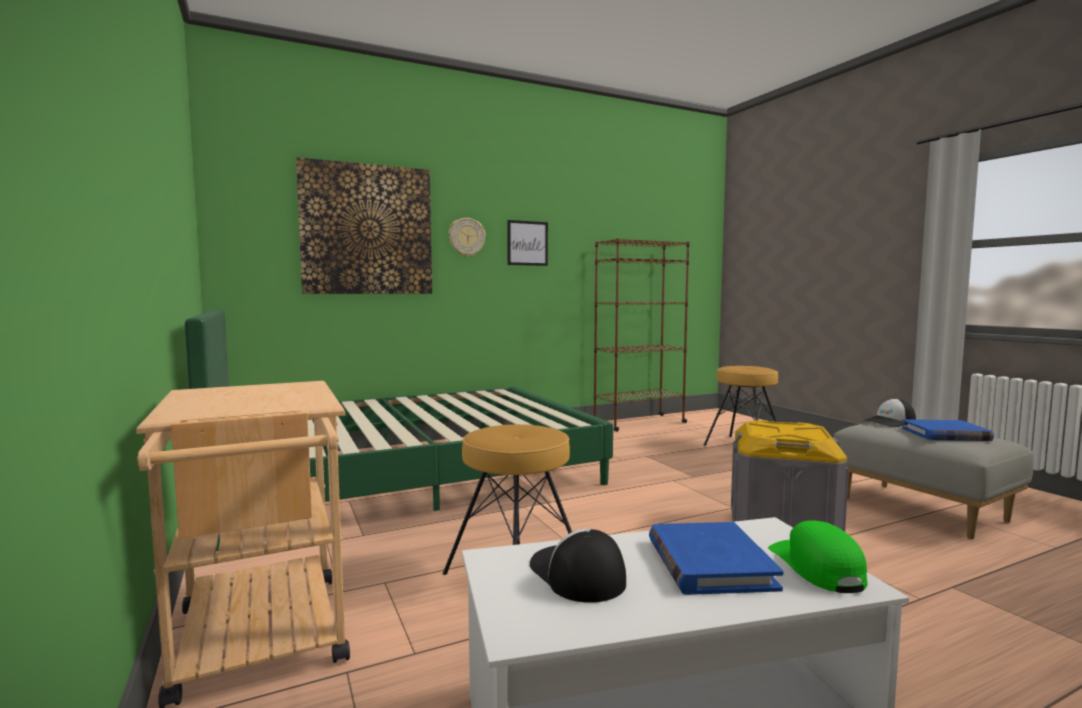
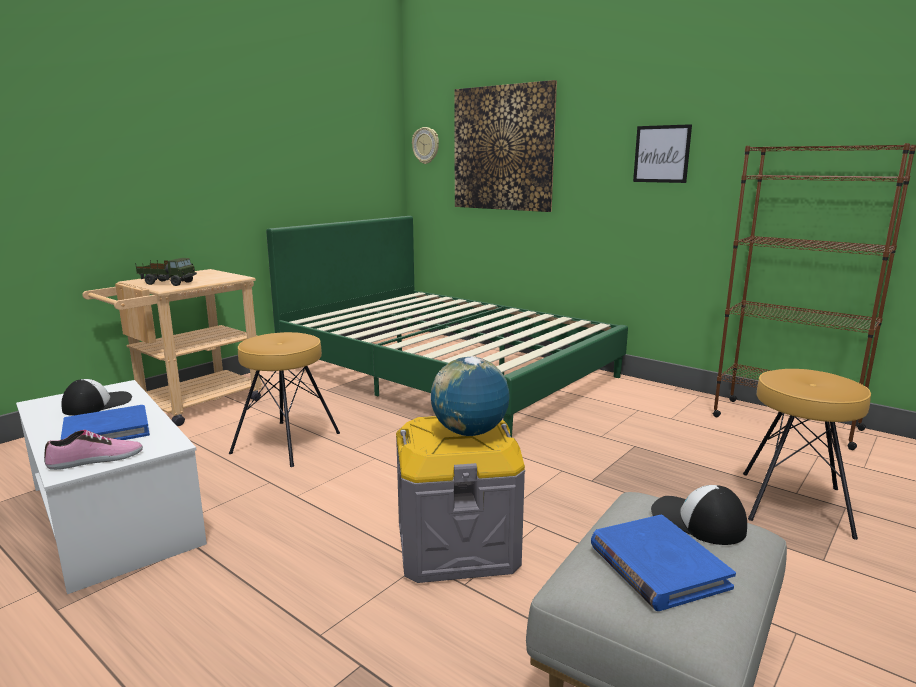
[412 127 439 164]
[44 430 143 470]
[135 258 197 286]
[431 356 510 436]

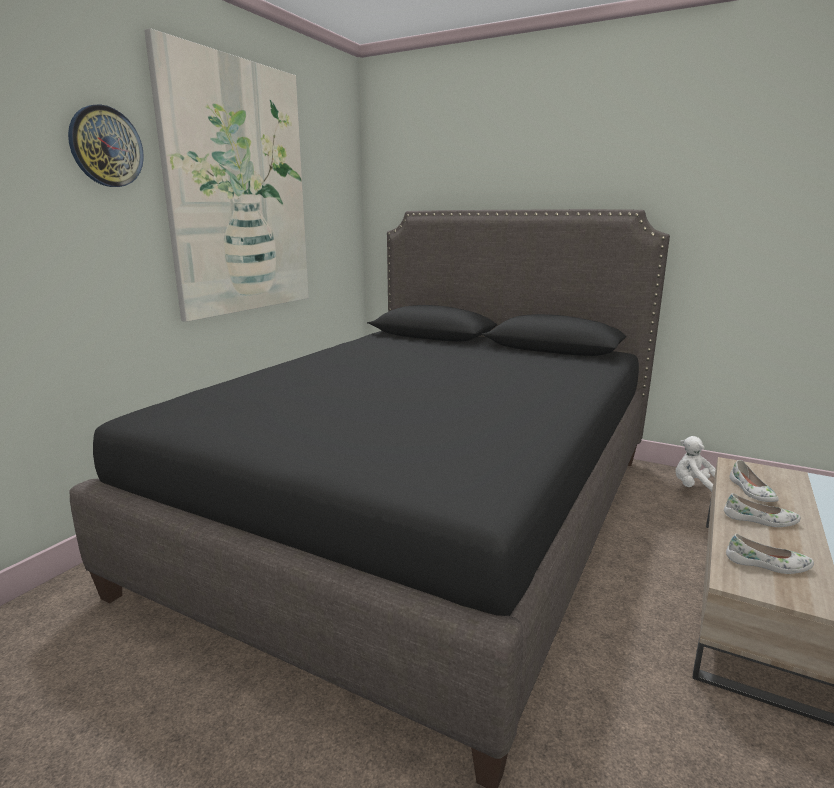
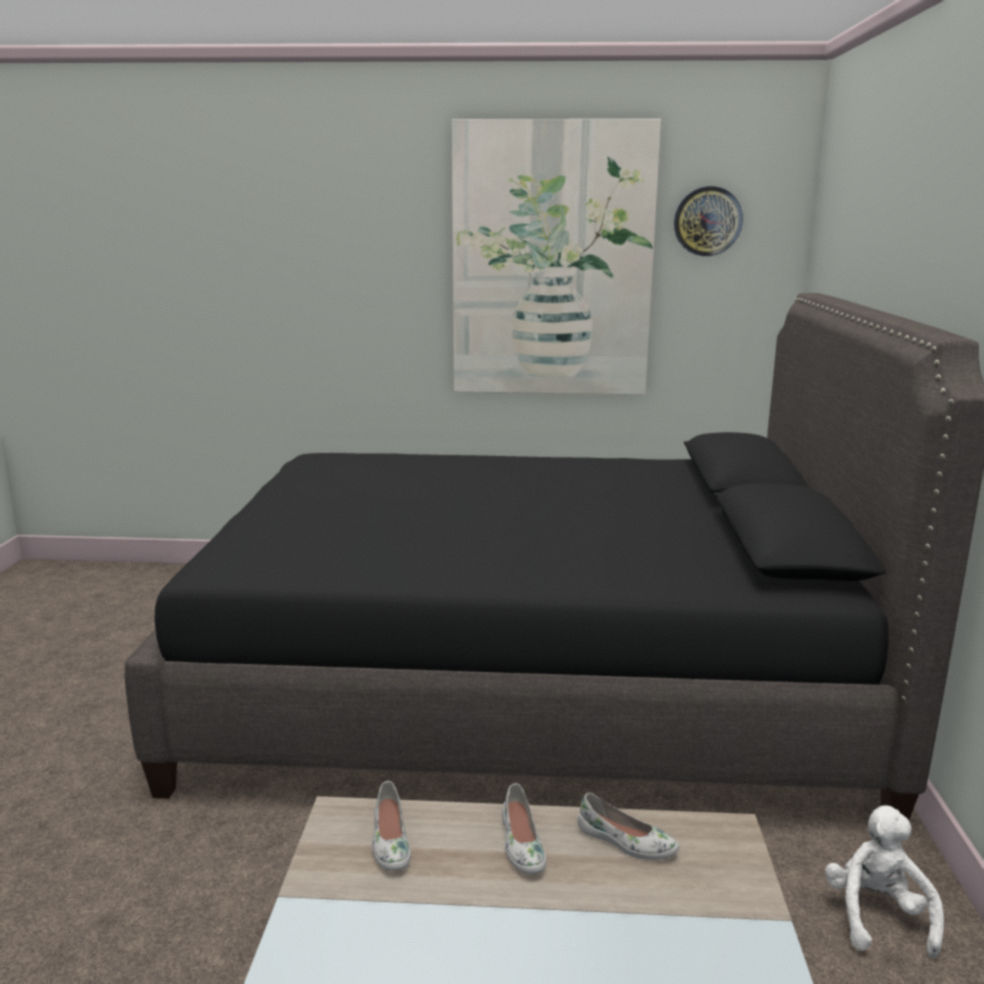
[674 186 743 256]
[577 793 679 860]

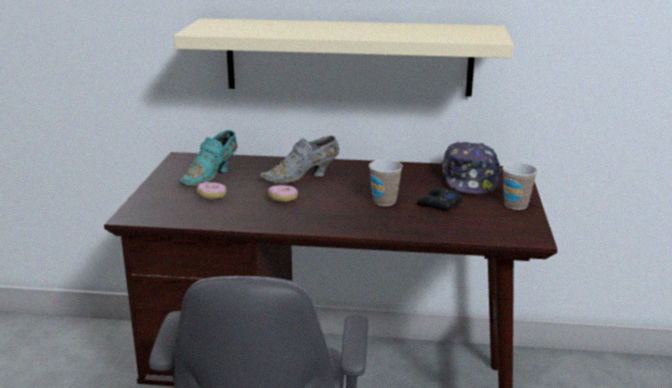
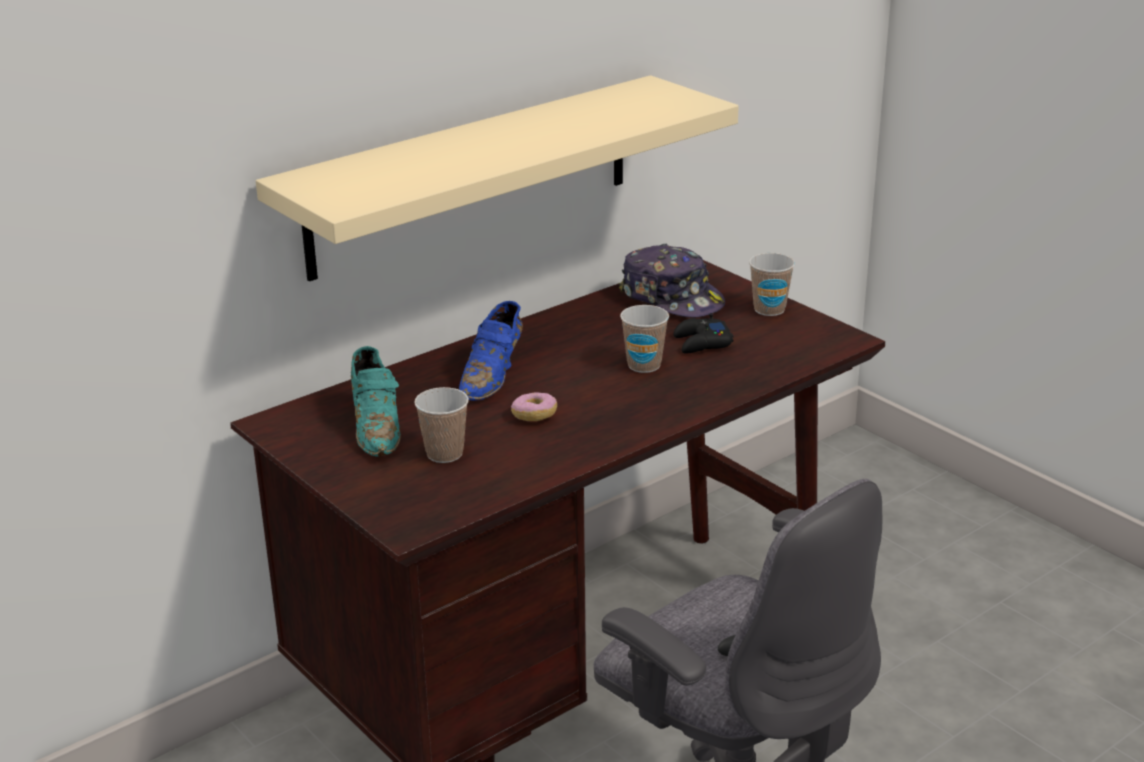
[459 301 523 401]
[414 387 469 463]

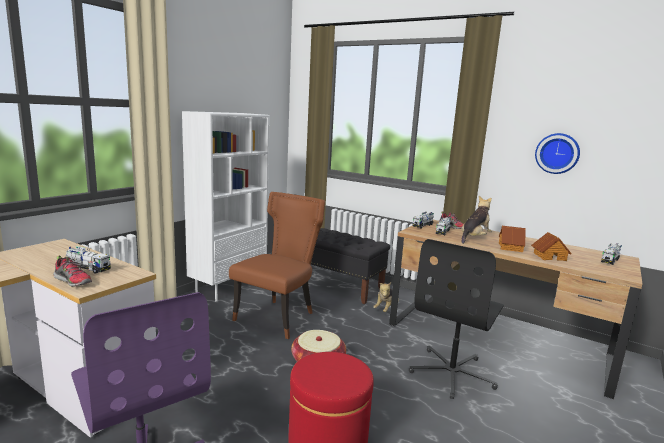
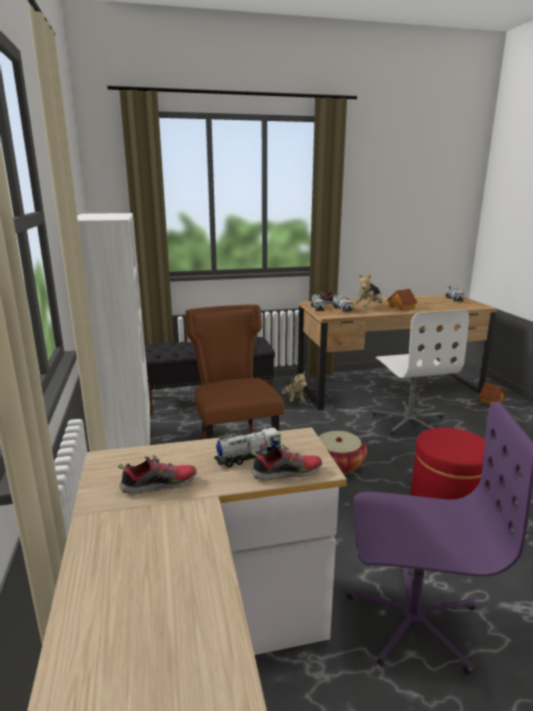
[535 133 580 174] (first image)
[354 274 383 307]
[479 382 505 405]
[372 310 469 435]
[118 455 197 495]

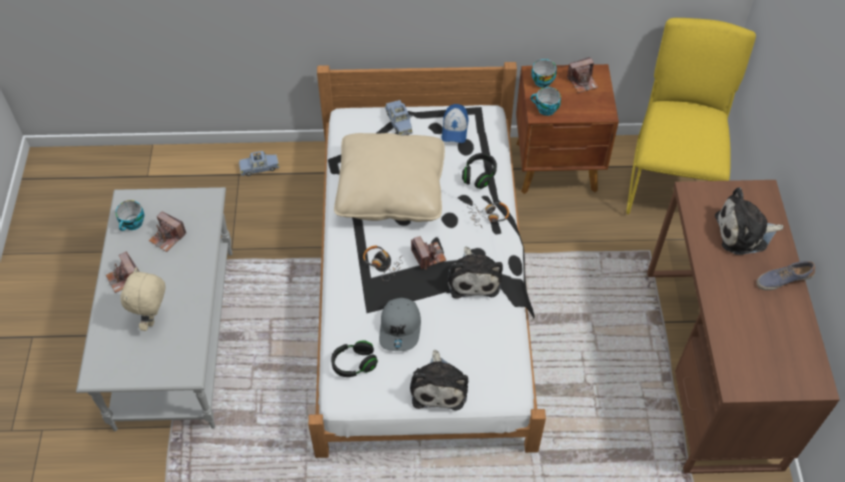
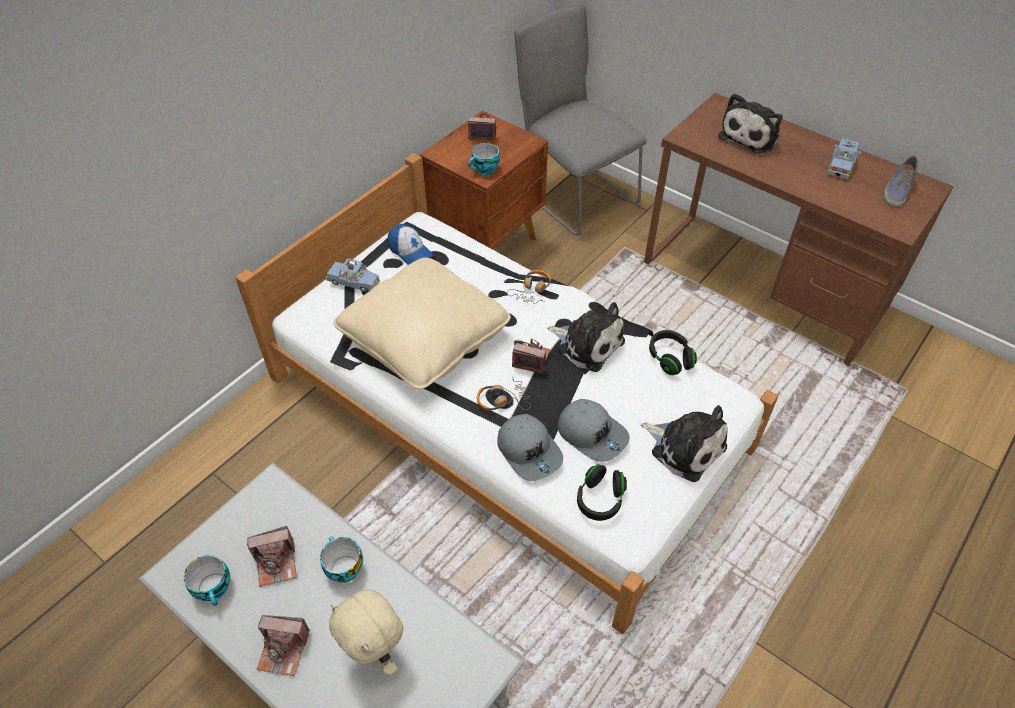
[515 4 647 236]
[468 113 497 141]
[320 536 363 583]
[827 139 862 179]
[649 330 697 375]
[884 155 918 207]
[497 414 563 481]

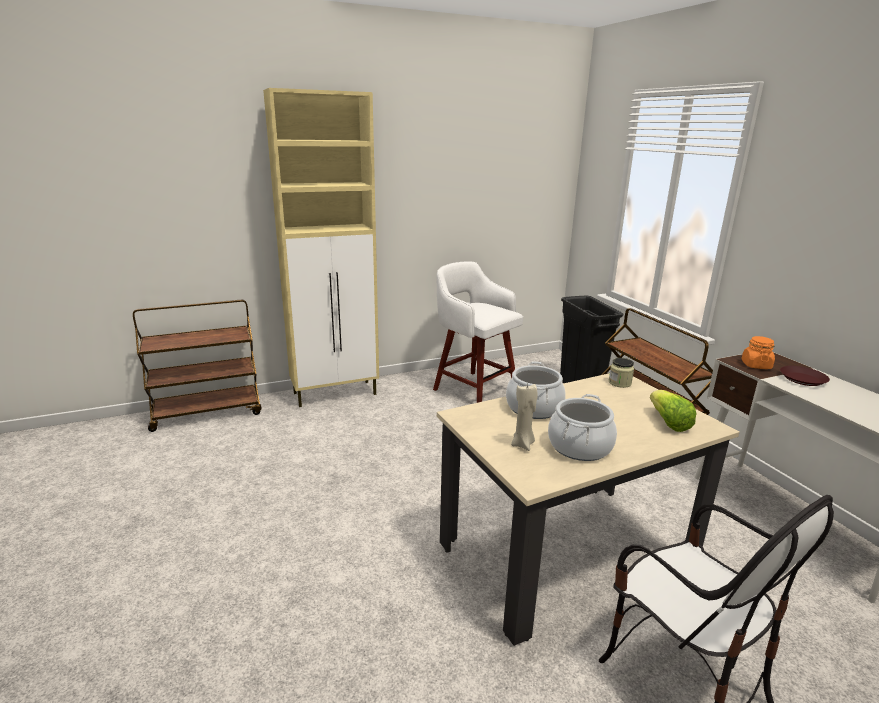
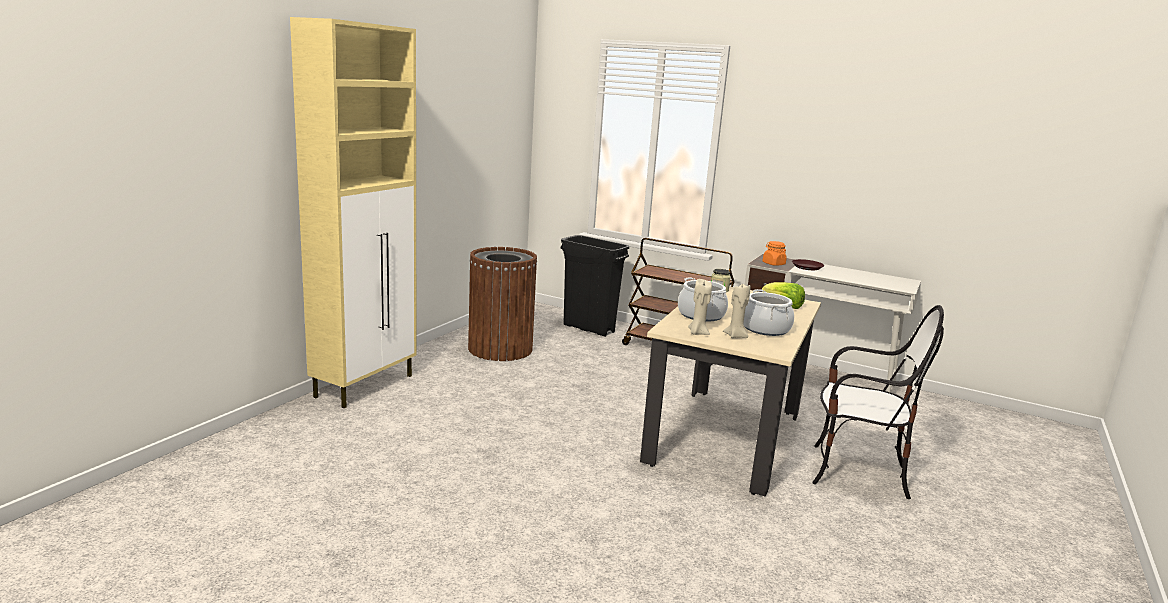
[468 247 537 361]
[133 300 261 432] (first image)
[688 279 712 335]

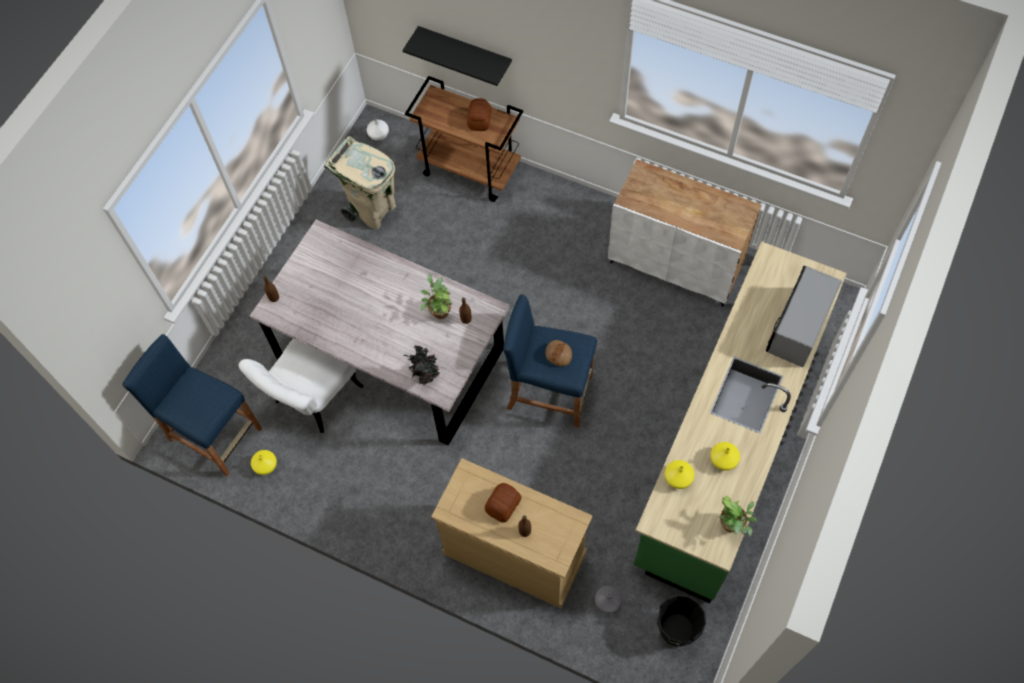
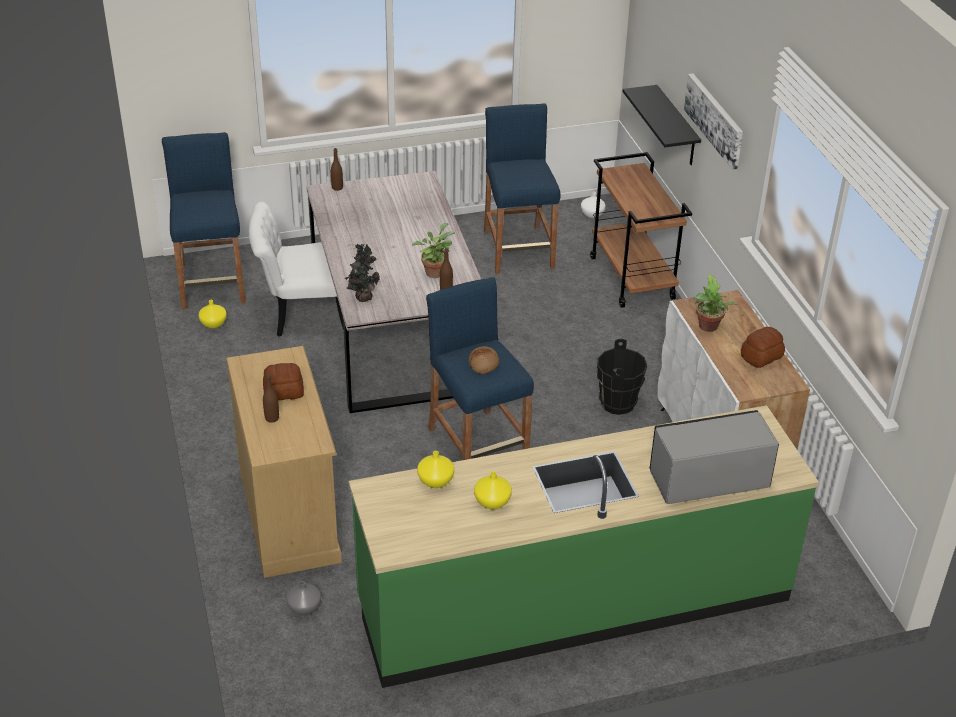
[741 327 785 368]
[484 103 561 274]
[694 274 737 332]
[597 339 648 415]
[684 74 743 170]

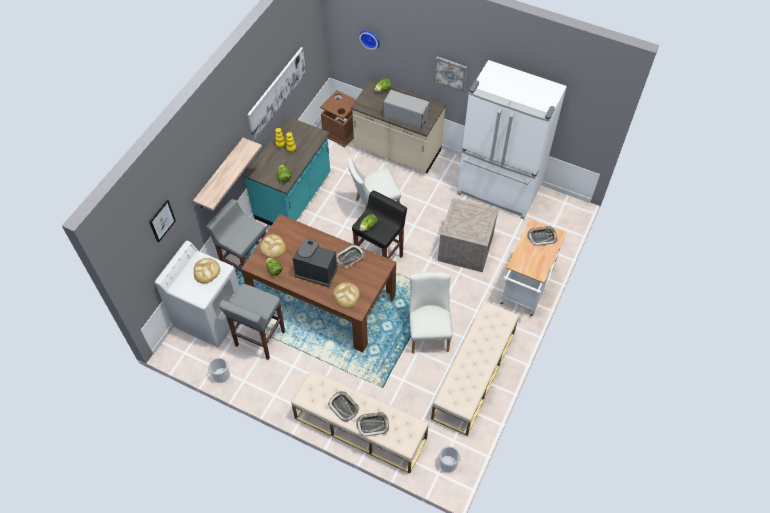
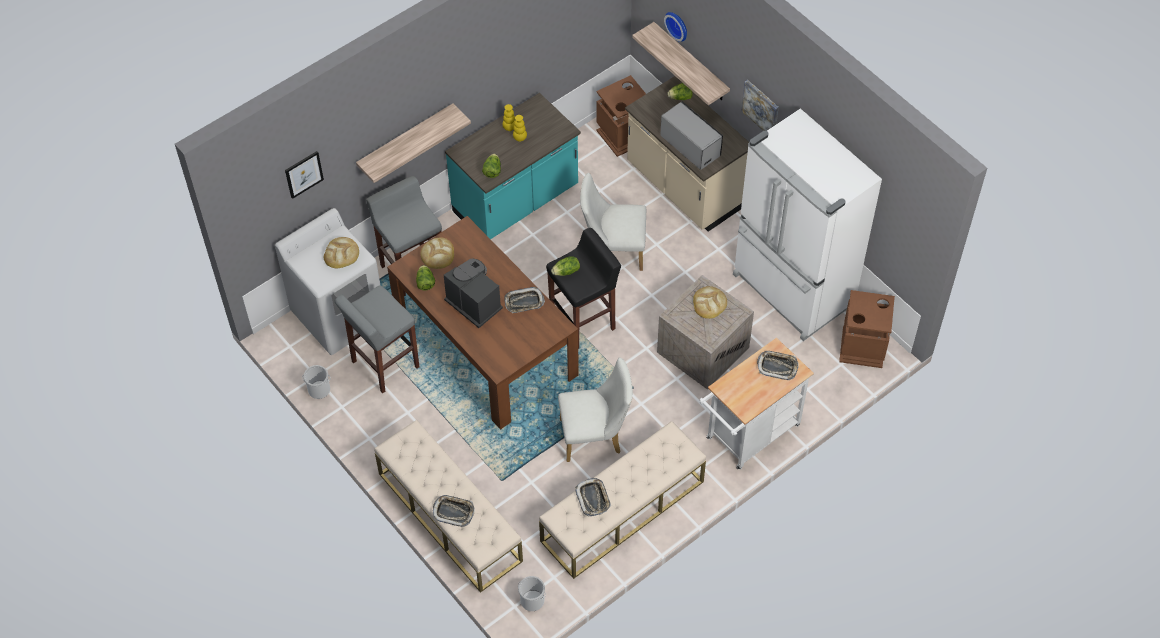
[247 47 306 140] (first image)
[558 357 633 462]
[693 286 727 319]
[575 478 611 516]
[632 22 730 105]
[839 290 895 368]

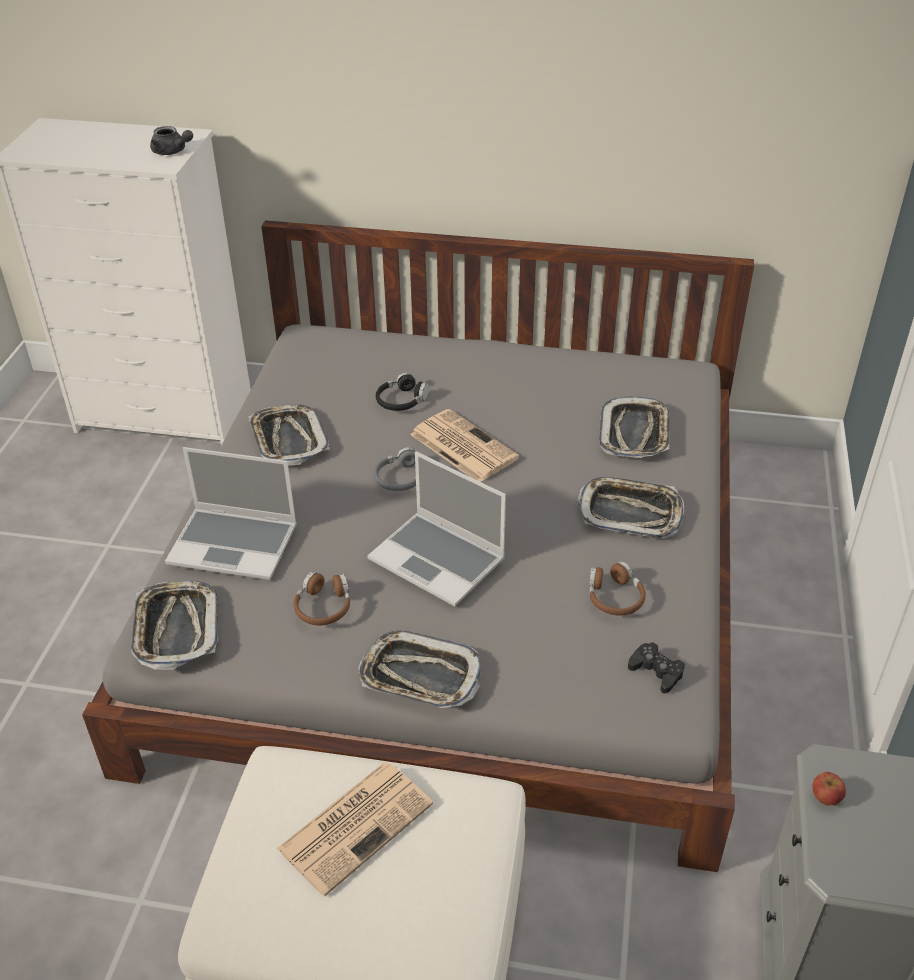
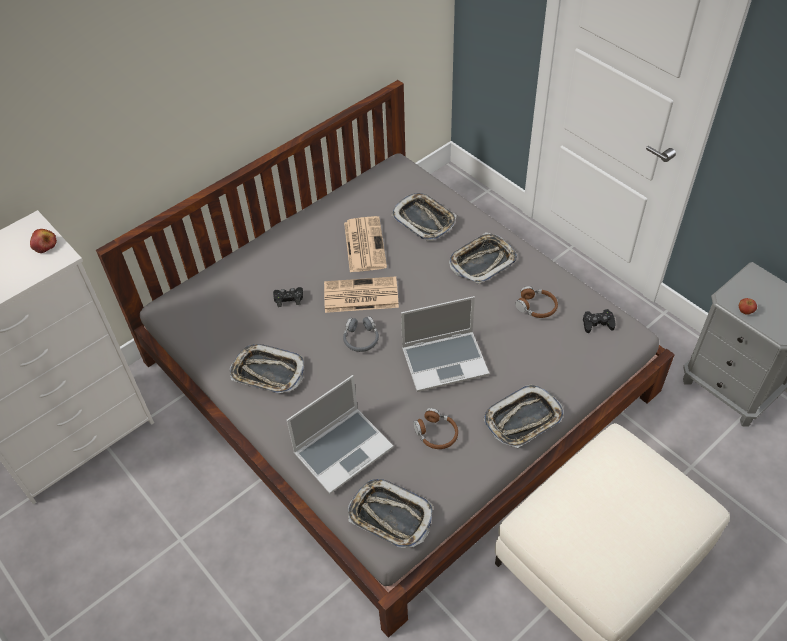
[30 229 57 253]
[273 287 303 307]
[344 216 387 272]

